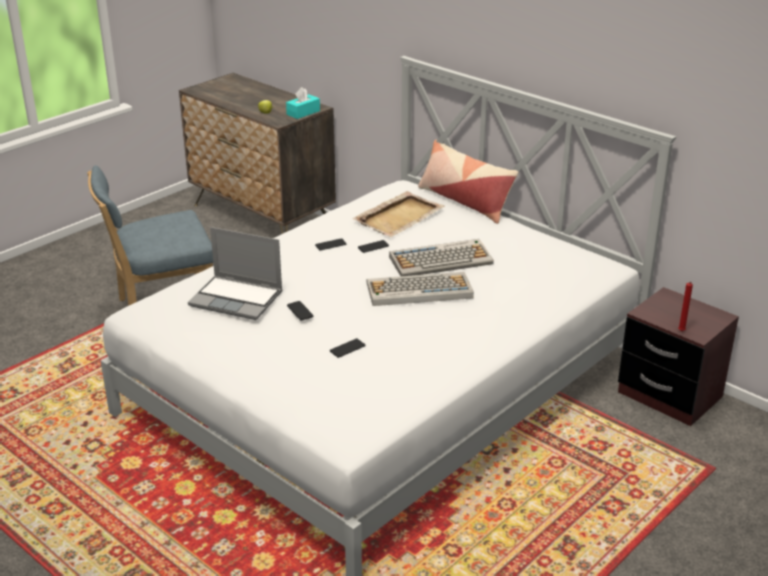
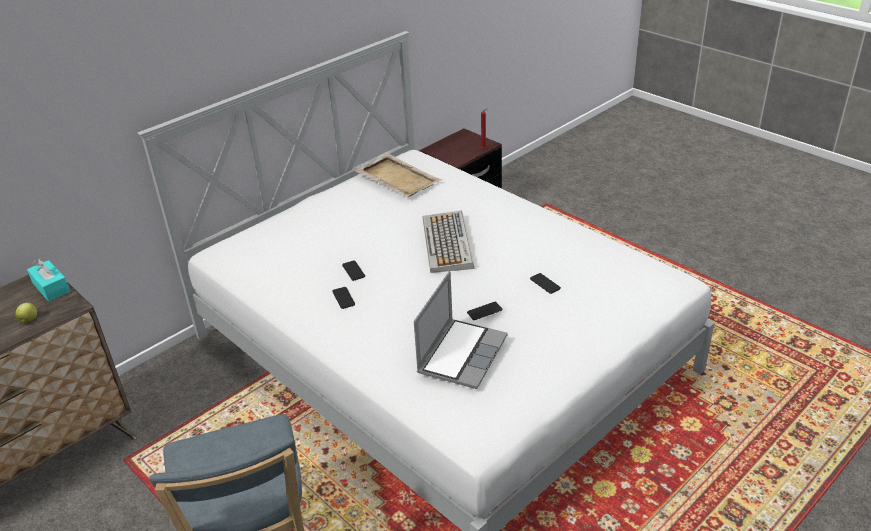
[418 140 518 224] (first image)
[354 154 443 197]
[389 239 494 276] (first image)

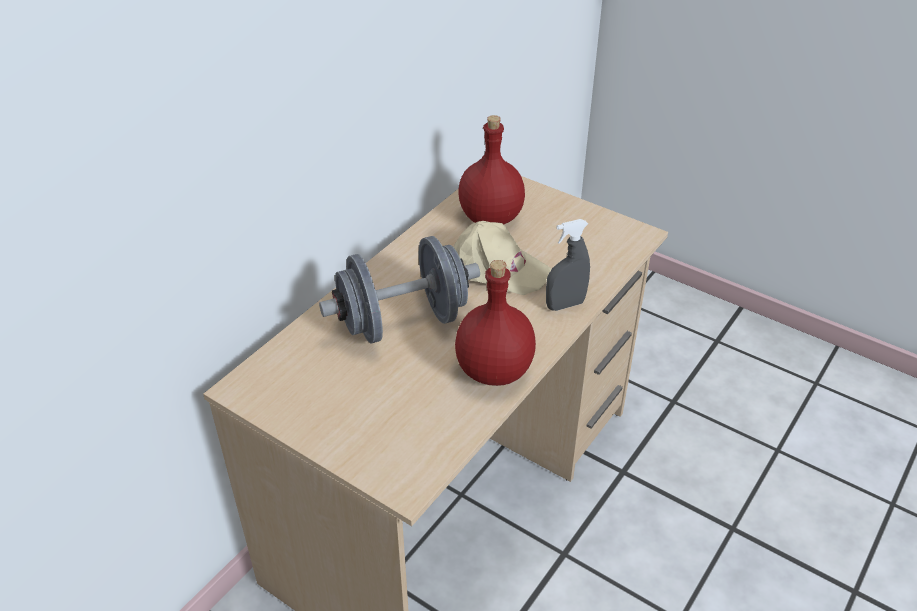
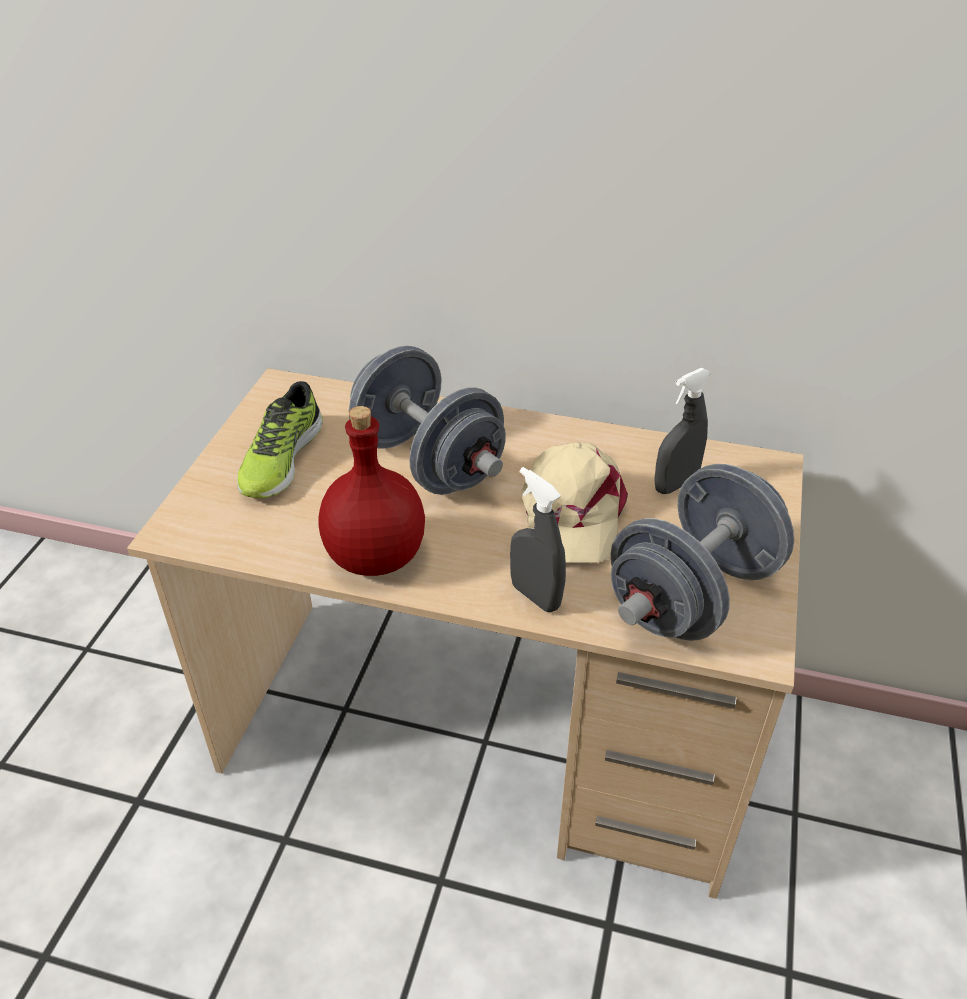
[654 368 711 494]
[237 381 323 498]
[611 464 794 641]

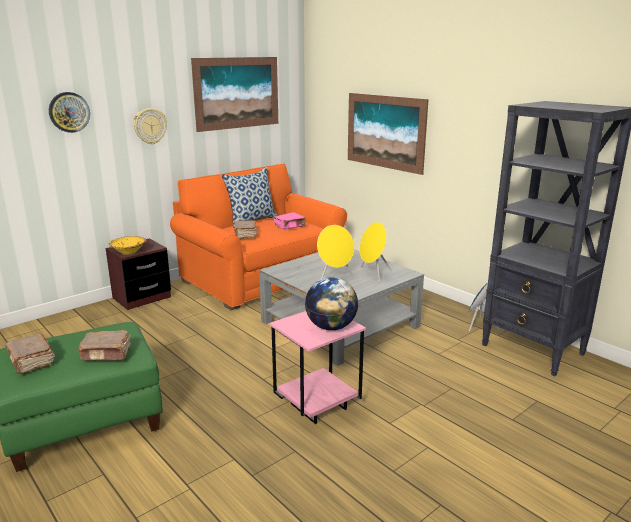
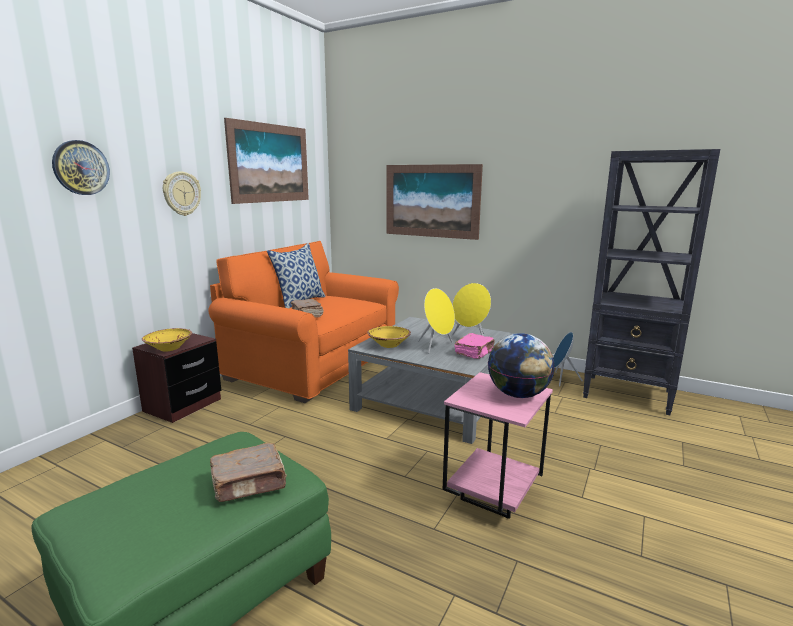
[455 333 494 359]
[4 333 55 374] (first image)
[367 326 411 348]

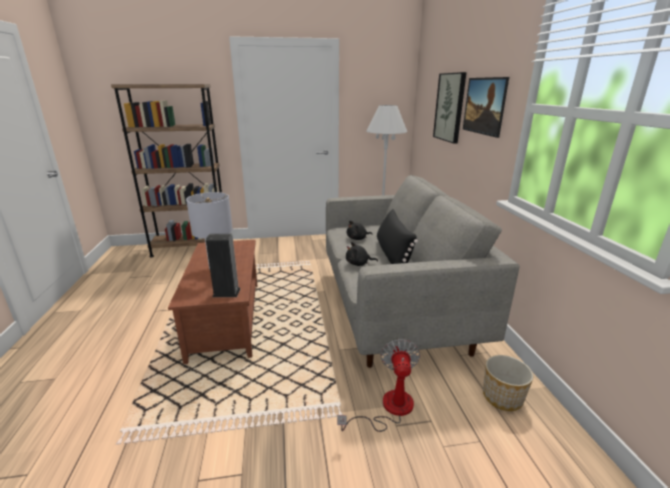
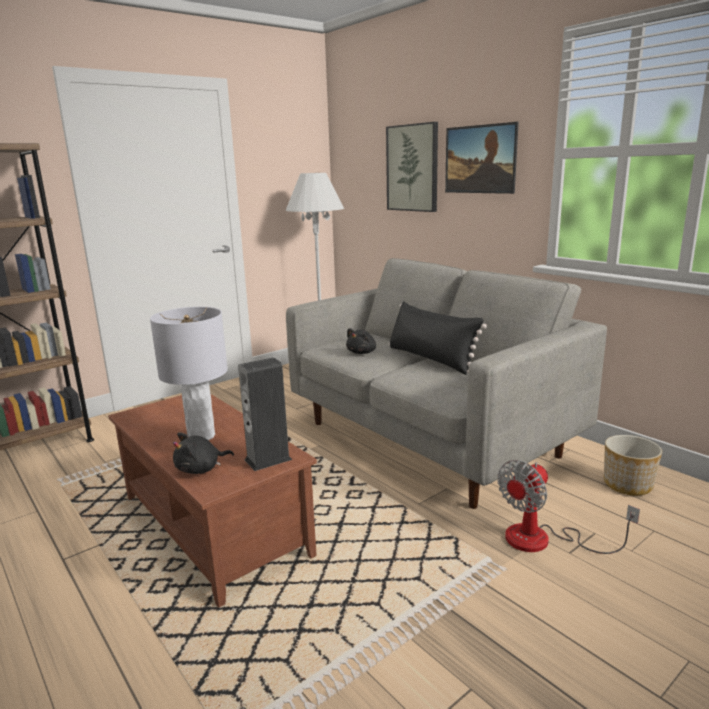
[173 432 234 474]
[497 460 640 554]

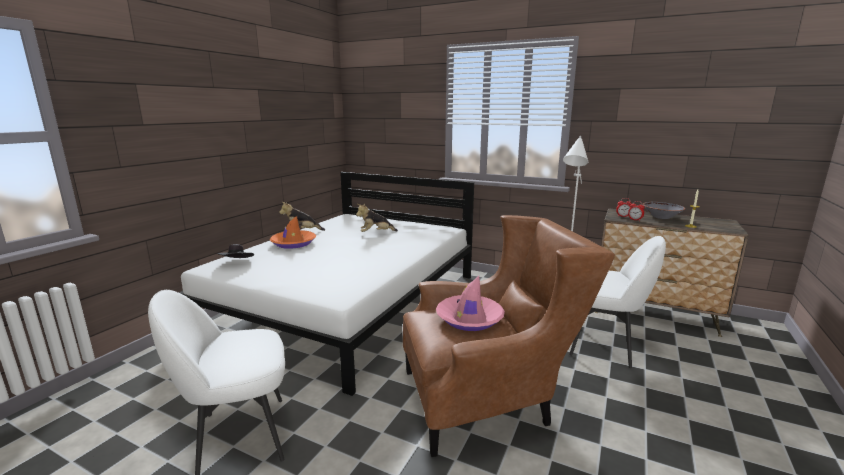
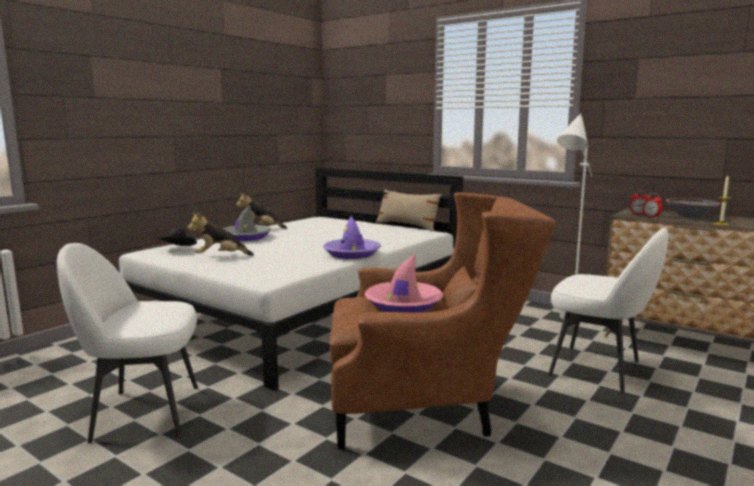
[188 213 254 256]
[223 206 272 241]
[376 189 442 231]
[323 216 381 259]

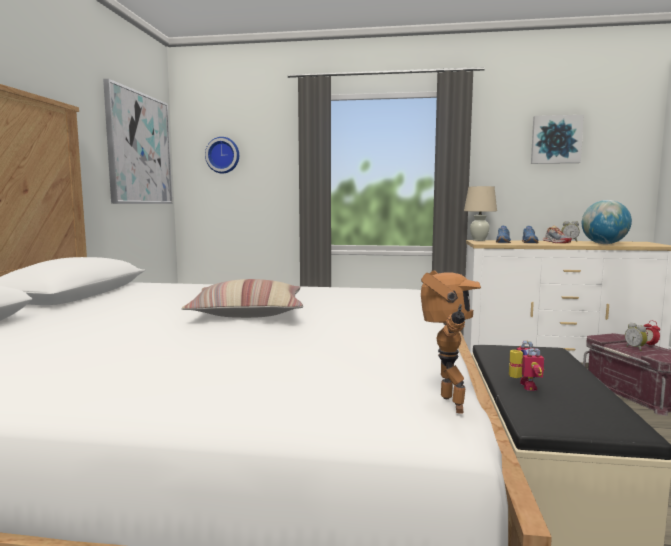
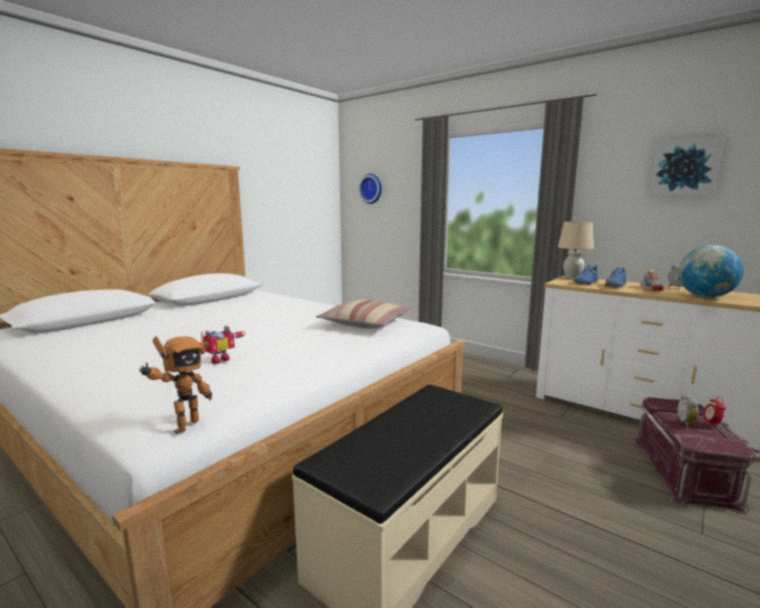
[103 79 172 204] (first image)
[316 300 412 328]
[199 326 246 364]

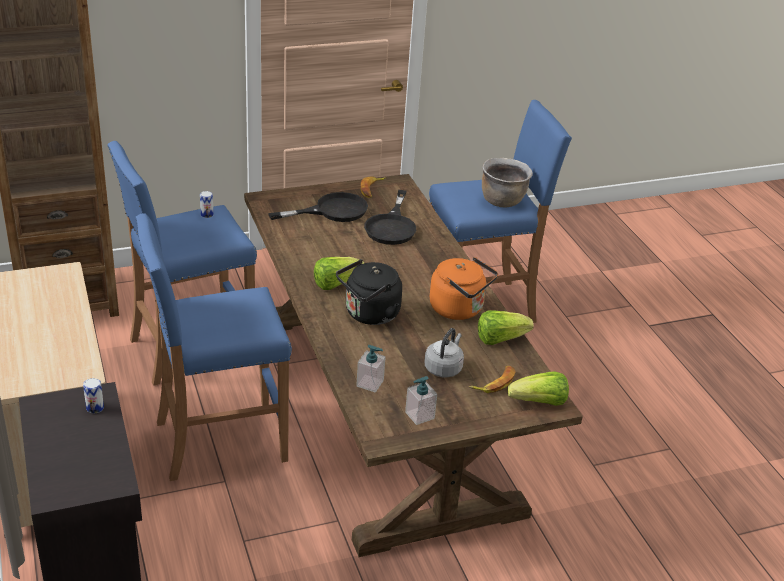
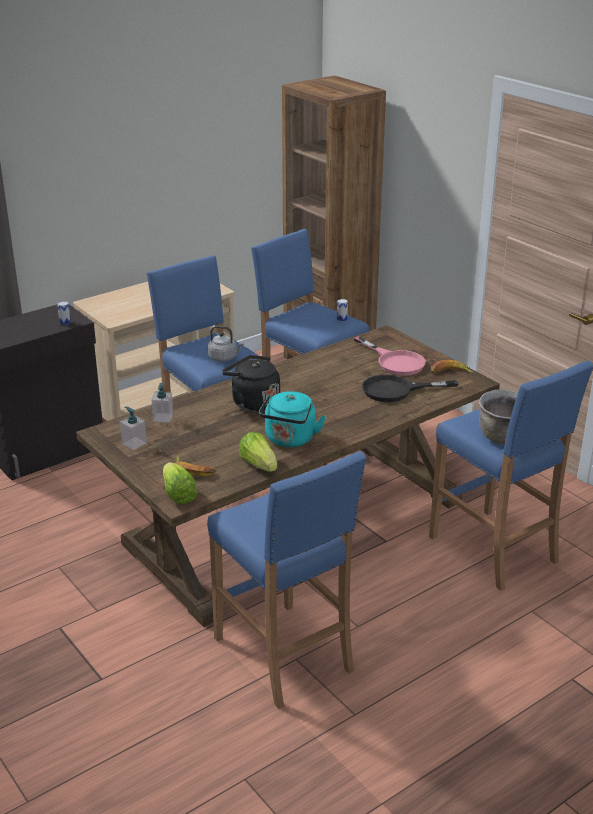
[354 336 426 376]
[314 257 364 290] (first image)
[259 391 326 447]
[208 326 244 362]
[207 451 367 709]

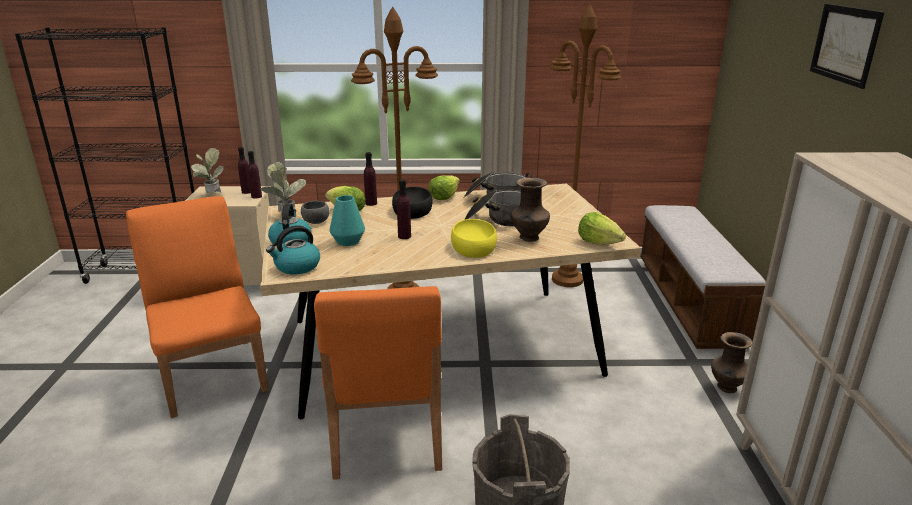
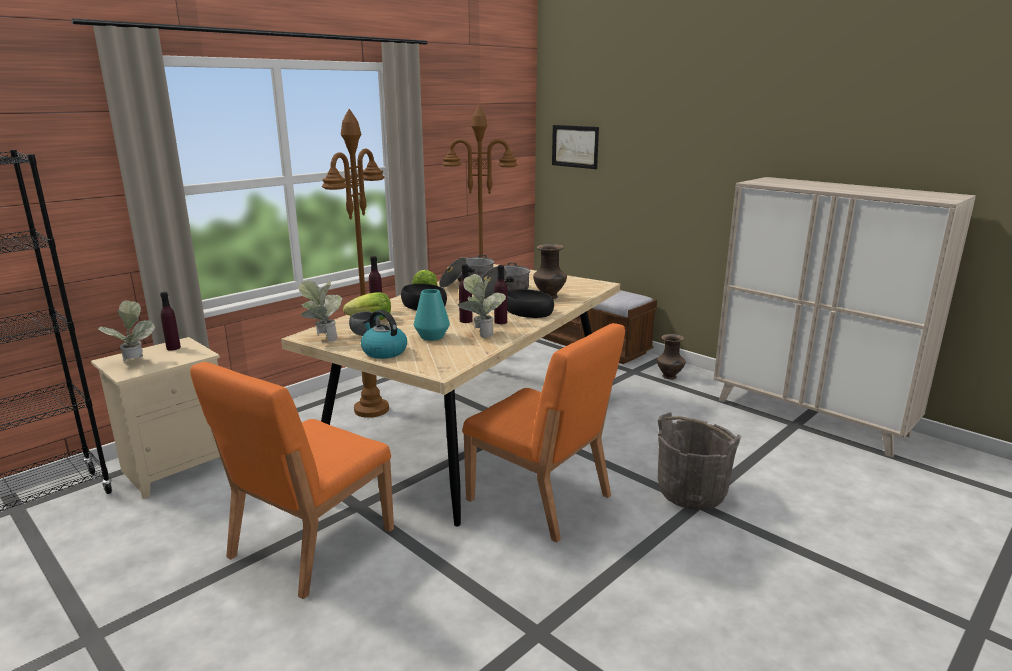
[552 125 599 169]
[494 265 507 324]
[190 362 394 599]
[578 212 626 245] (first image)
[507 289 554 318]
[266 225 320 275] (first image)
[458 274 506 338]

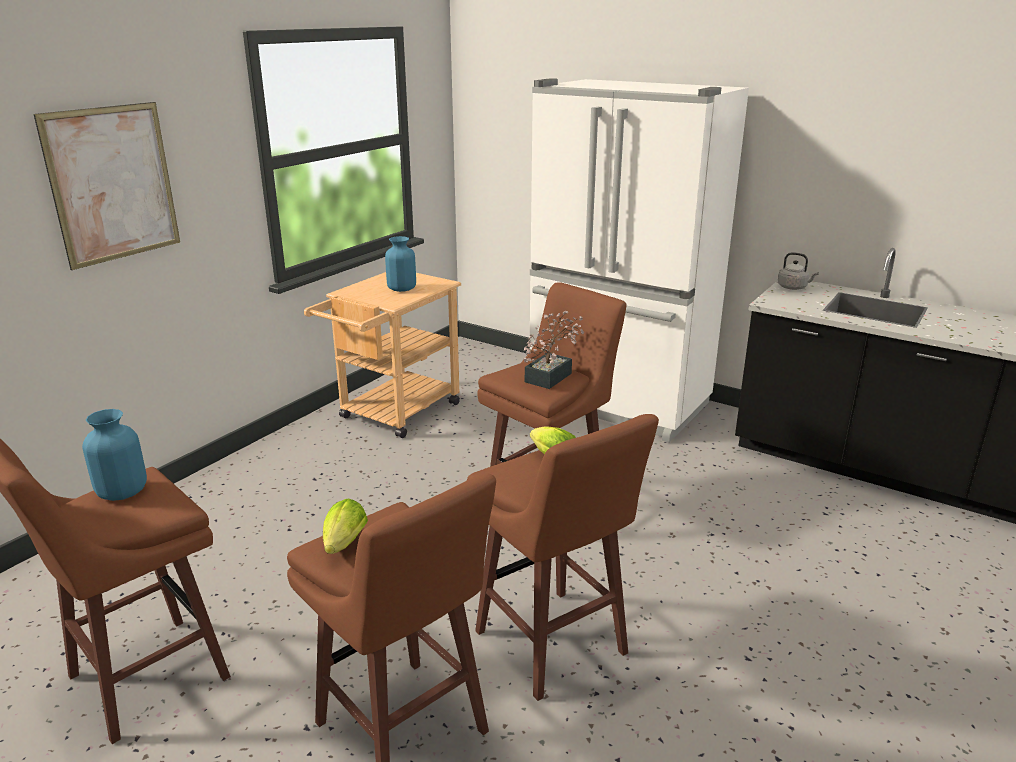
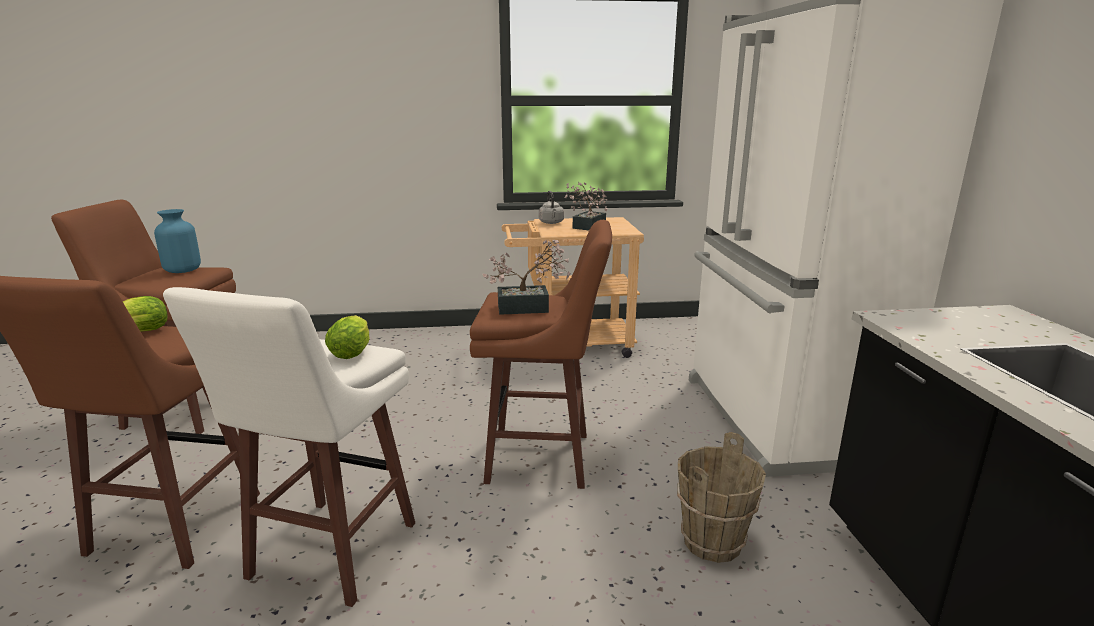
[33 102 180 270] (first image)
[565 182 608 230]
[539 191 564 224]
[163 287 415 607]
[677 432 766 563]

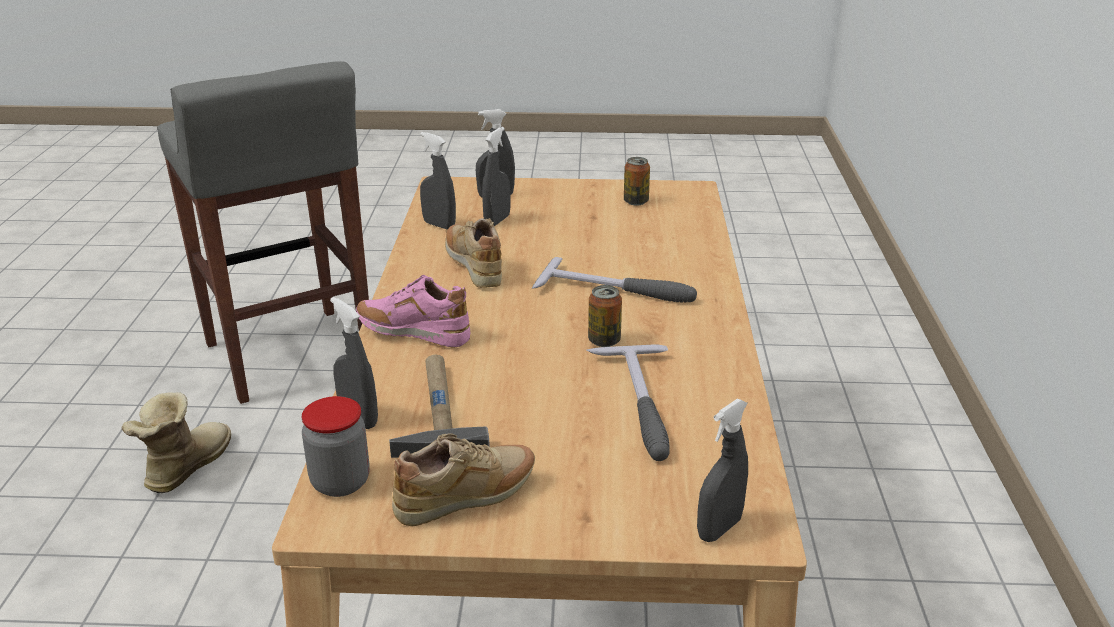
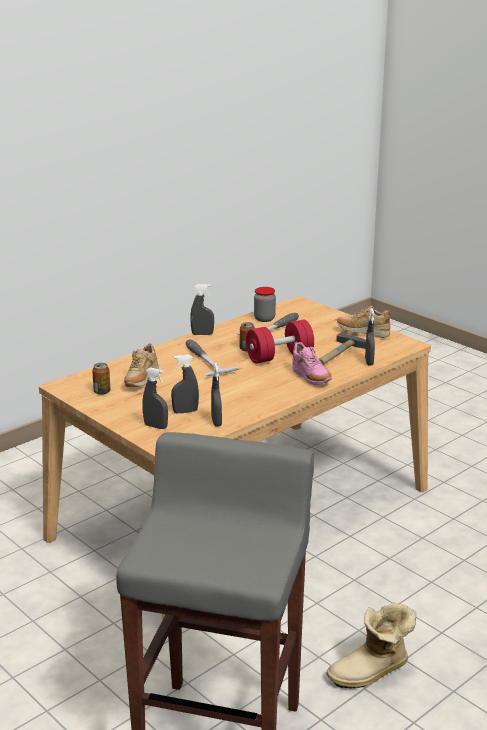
[124 343 159 387]
[254 287 276 322]
[190 284 214 335]
[246 320 314 364]

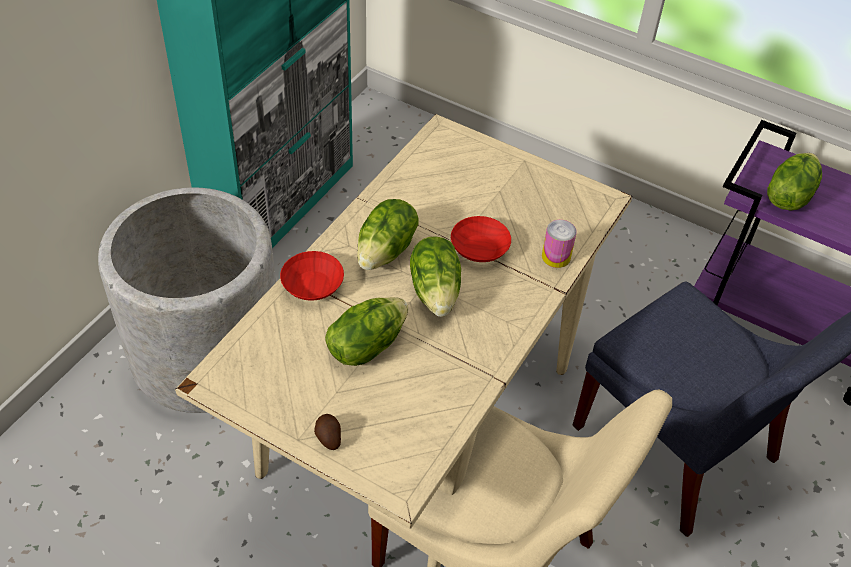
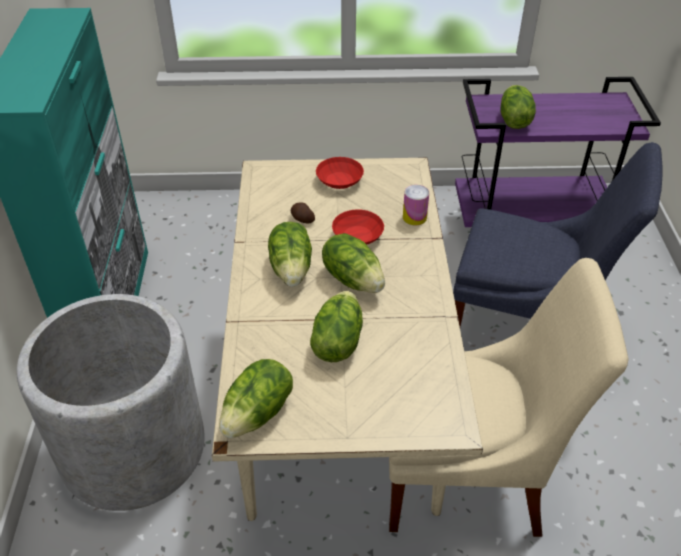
[316 157 364 189]
[291 202 315 223]
[219 359 293 438]

